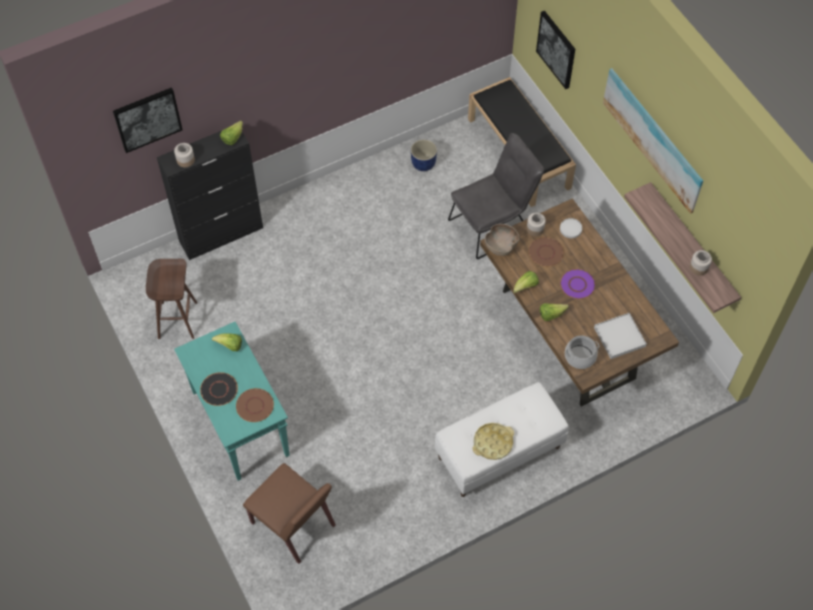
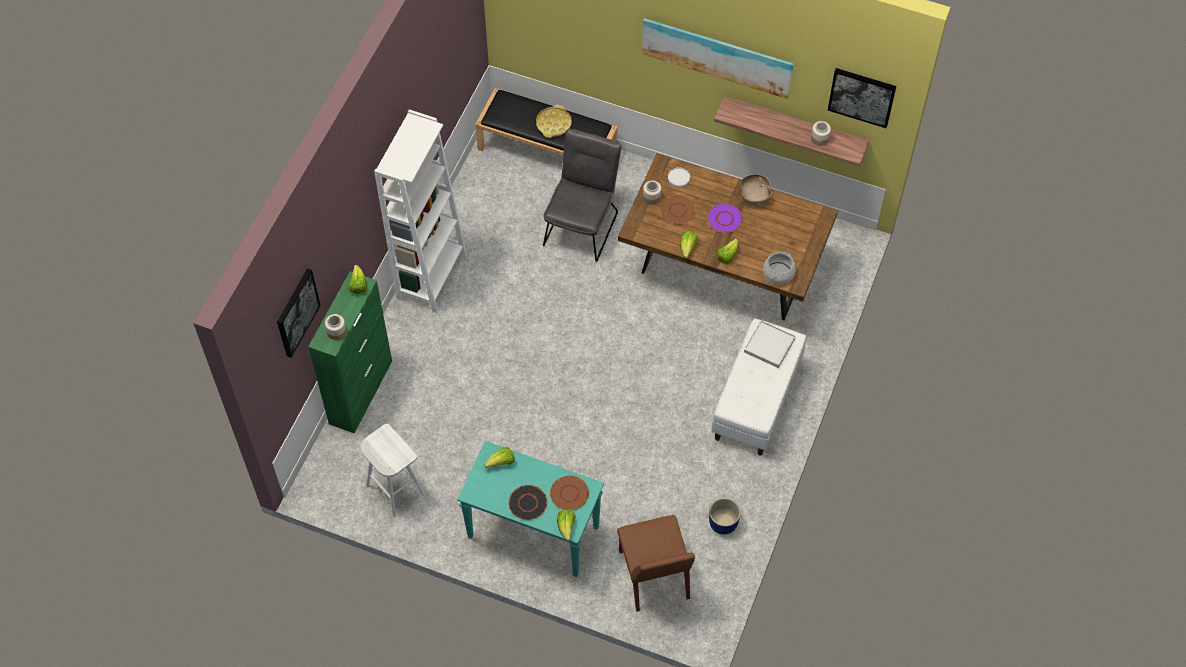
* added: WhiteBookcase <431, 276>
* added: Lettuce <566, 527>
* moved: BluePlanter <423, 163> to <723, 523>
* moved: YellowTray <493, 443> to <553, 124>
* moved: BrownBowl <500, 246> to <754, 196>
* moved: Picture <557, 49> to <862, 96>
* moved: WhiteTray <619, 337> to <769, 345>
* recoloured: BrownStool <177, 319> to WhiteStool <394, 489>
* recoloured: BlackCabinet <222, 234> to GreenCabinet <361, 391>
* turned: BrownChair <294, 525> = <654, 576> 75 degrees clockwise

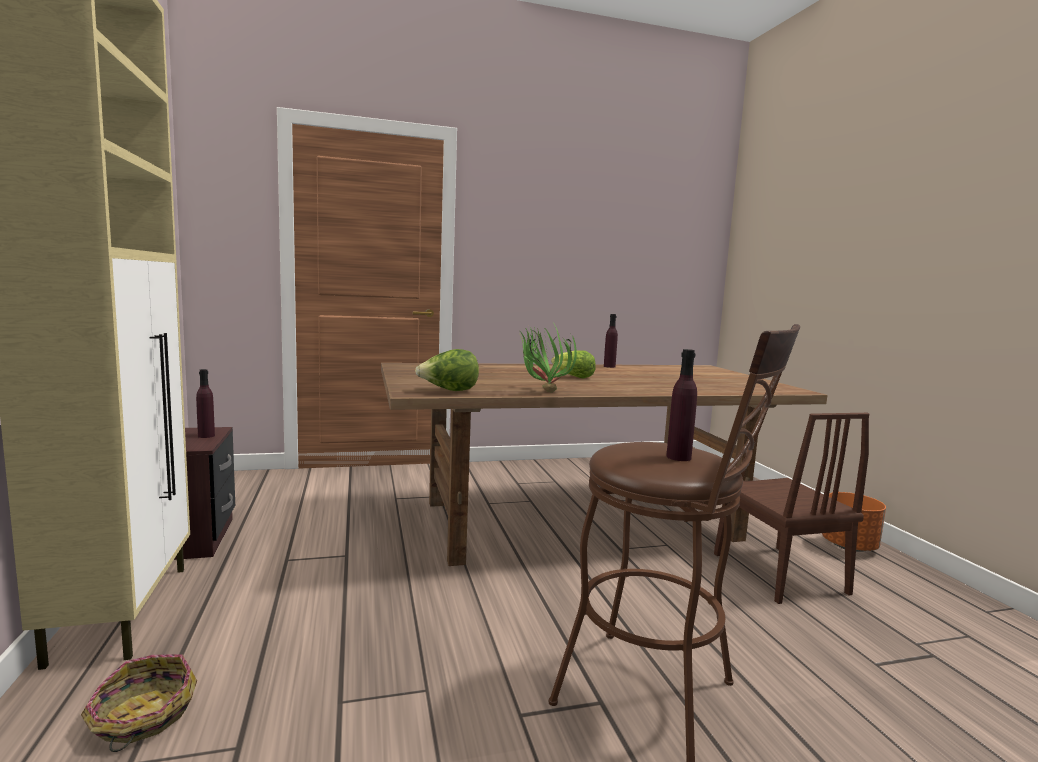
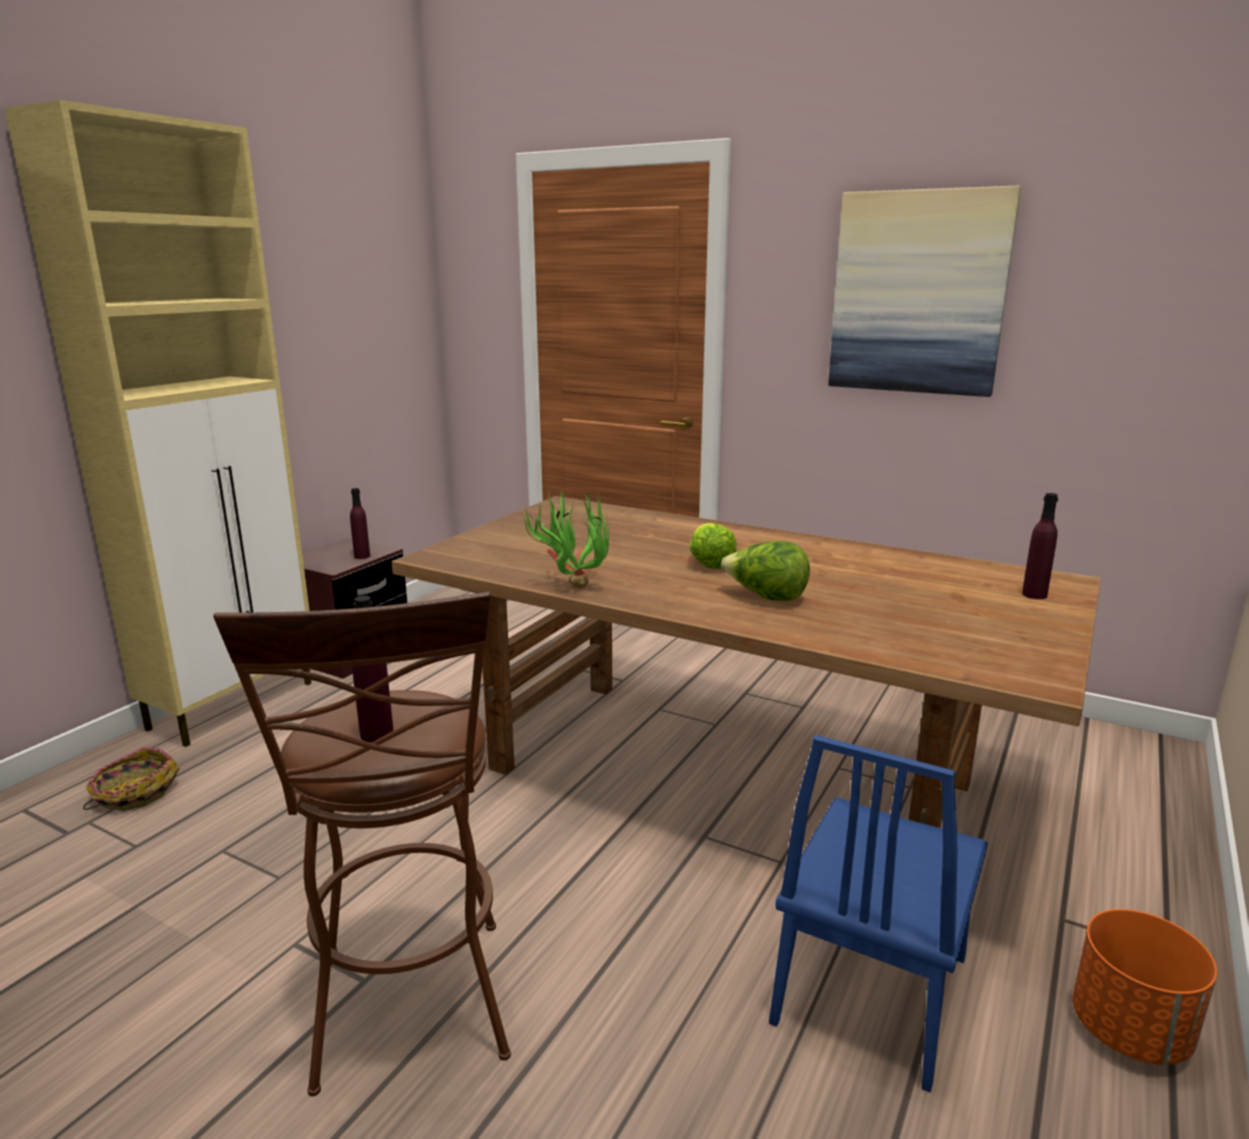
* added: Picture <918, 293>
* moved: Lettuce <449, 391> to <766, 597>
* moved: PurpleBottle <609, 366> to <1034, 595>
* recoloured: BrownChair <778, 573> to BlueChair <871, 988>

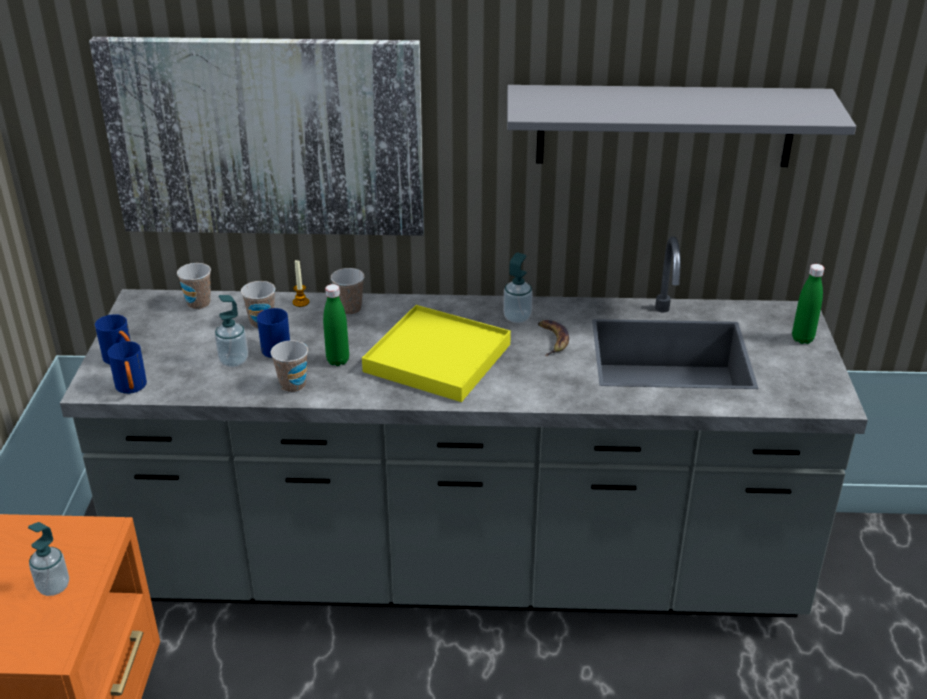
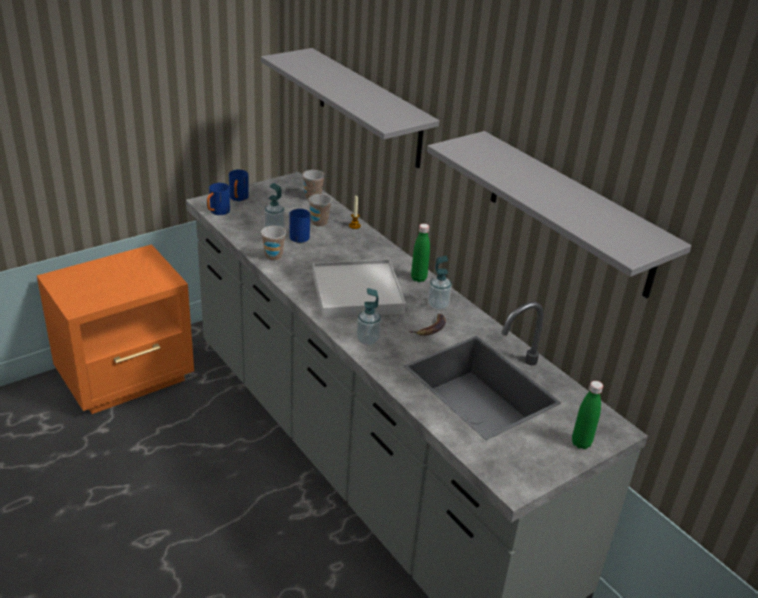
* removed: Cup <349, 309>
* moved: SoapDispenser <54, 587> to <367, 340>
* moved: GreenBottle <338, 360> to <418, 278>
* replaced: Picture <266, 137> to GreyShelf <369, 108>
* recoloured: YellowTray <437, 358> to WhiteTray <357, 292>

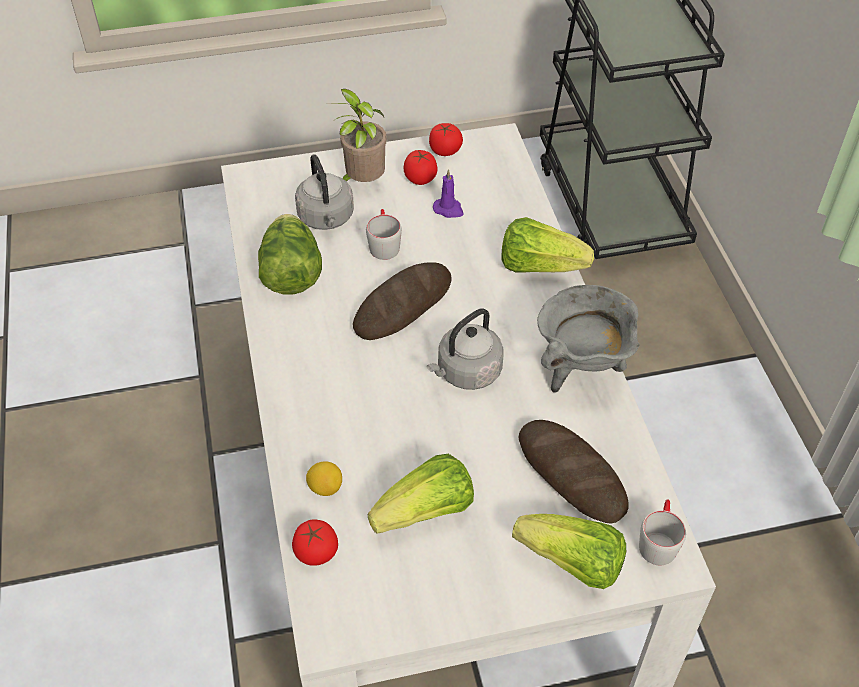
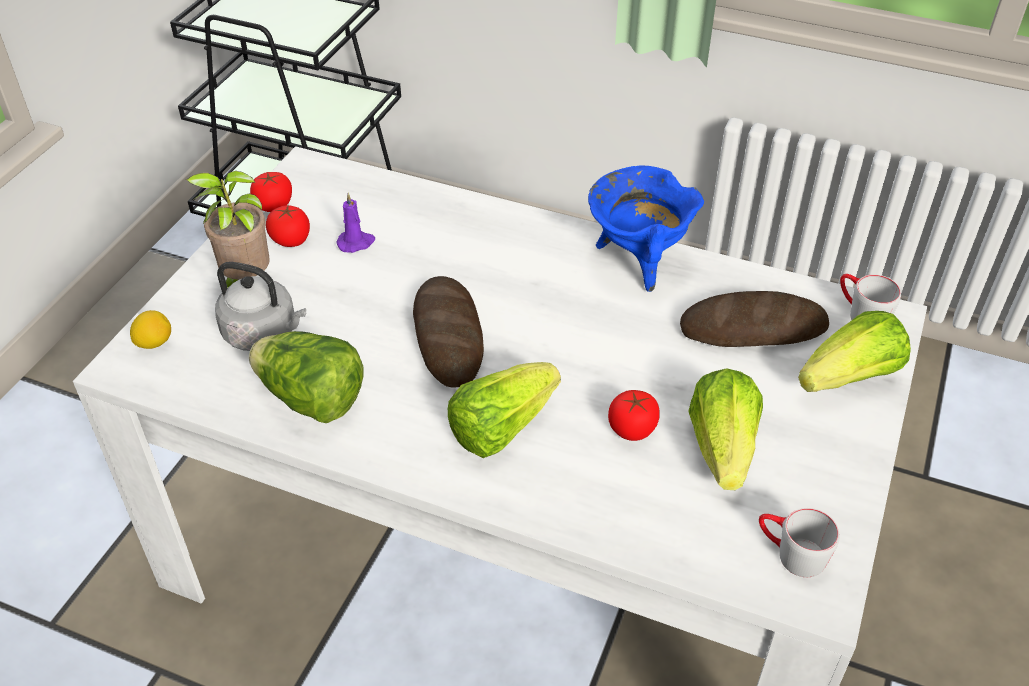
* removed: GreyKettle <466, 372>
* moved: Tomato <316, 552> to <632, 429>
* moved: Lemon <325, 487> to <154, 343>
* moved: GreyMug <383, 243> to <790, 553>
* moved: Lettuce <539, 266> to <501, 427>
* recoloured: GreyCookingPot <581, 367> to BlueCookingPot <638, 260>

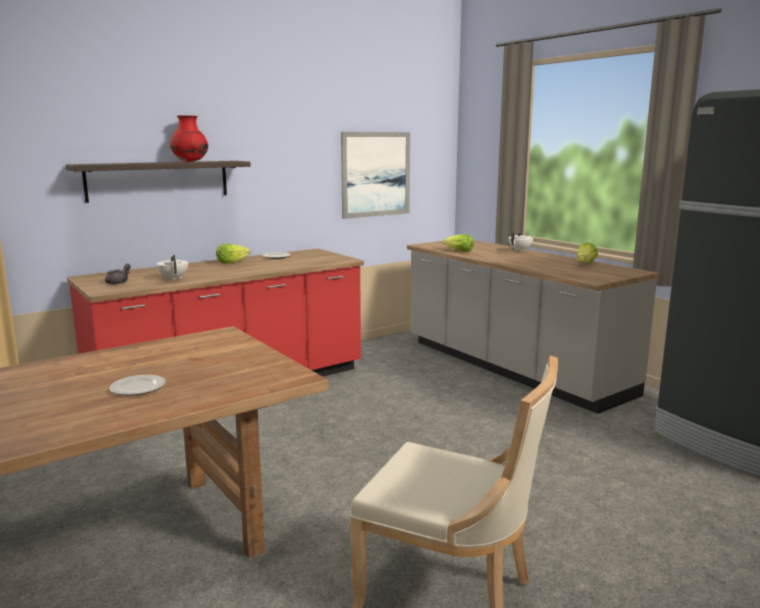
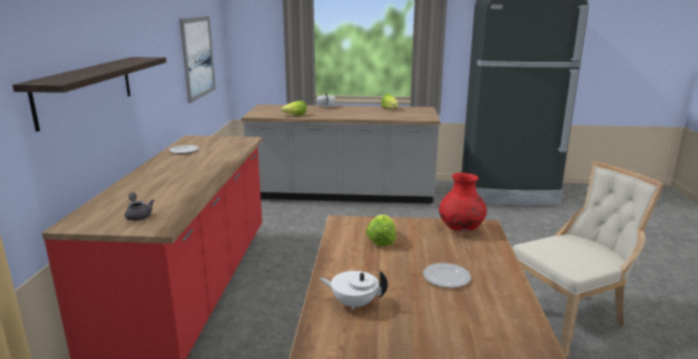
* moved: WhiteTeapot <174, 278> to <354, 303>
* moved: RedVase <190, 162> to <461, 230>
* moved: Lettuce <232, 262> to <381, 240>

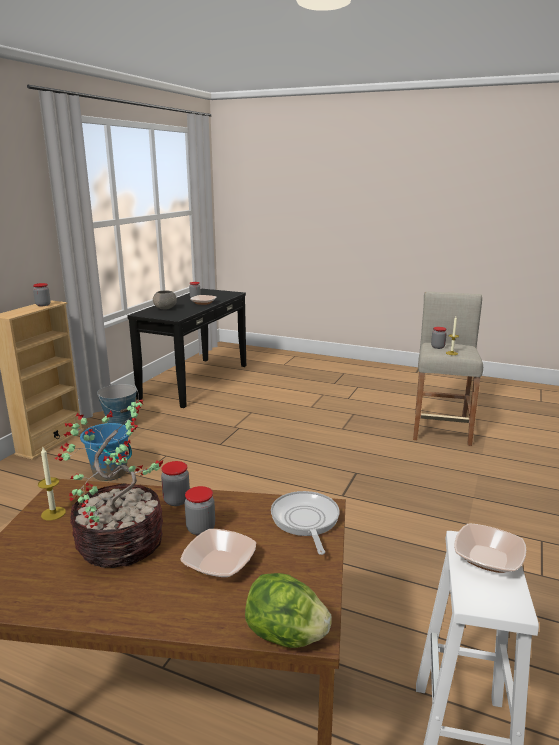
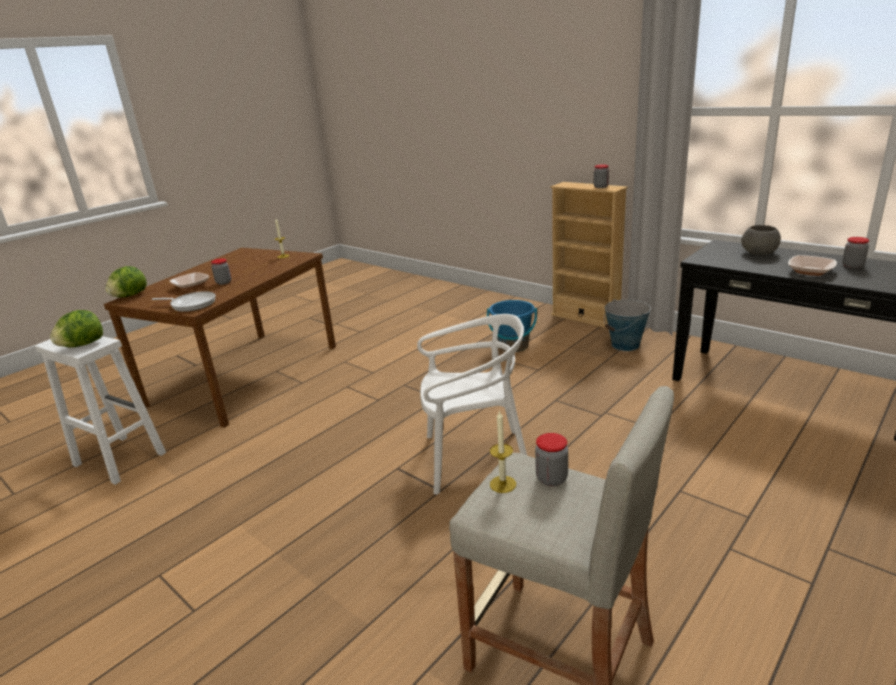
* removed: PottedPlant <122, 543>
* removed: Jar <176, 500>
* added: WhiteChair <474, 458>
* replaced: Bowl <488, 558> to Lettuce <82, 345>

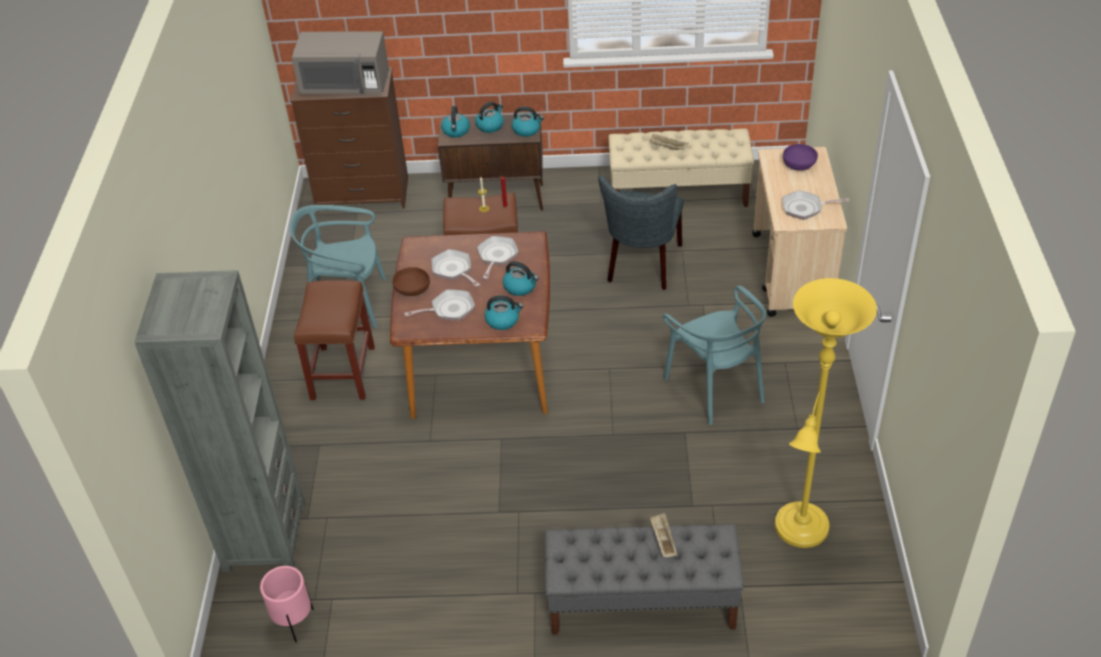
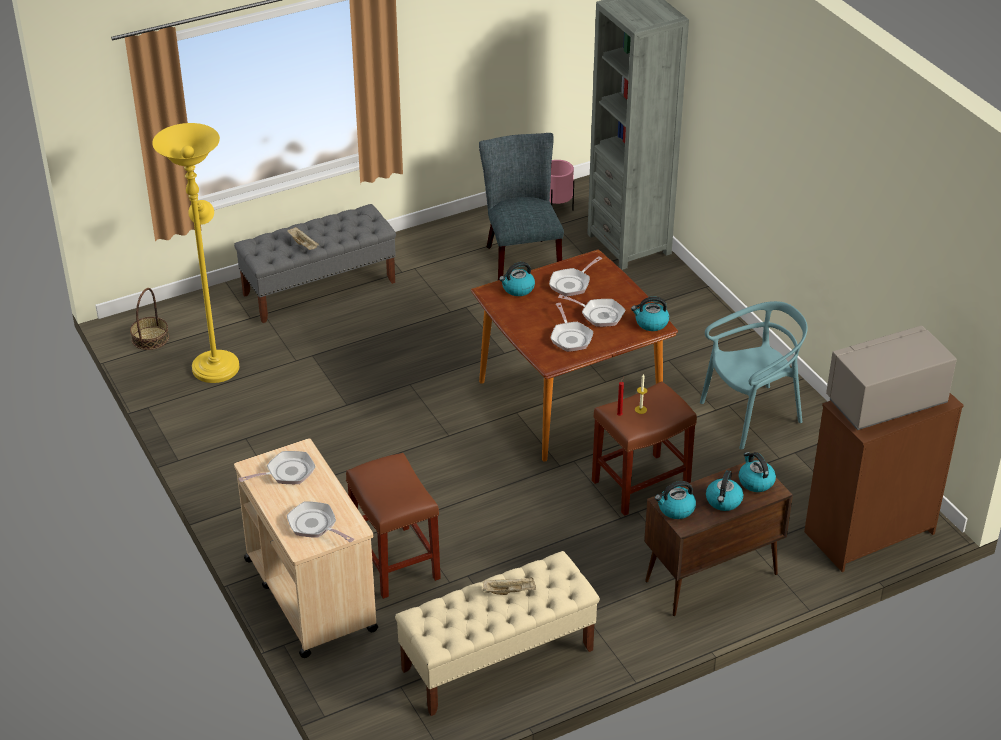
* removed: BrownBowl <412, 290>
* removed: TurquoiseChair <715, 387>
* added: Basket <150, 338>
* moved: BrownStool <342, 372> to <396, 562>
* moved: Kettle <520, 287> to <651, 323>
* moved: GreyChair <642, 266> to <520, 259>
* replaced: PurpleBowl <799, 165> to FryingPan <315, 525>

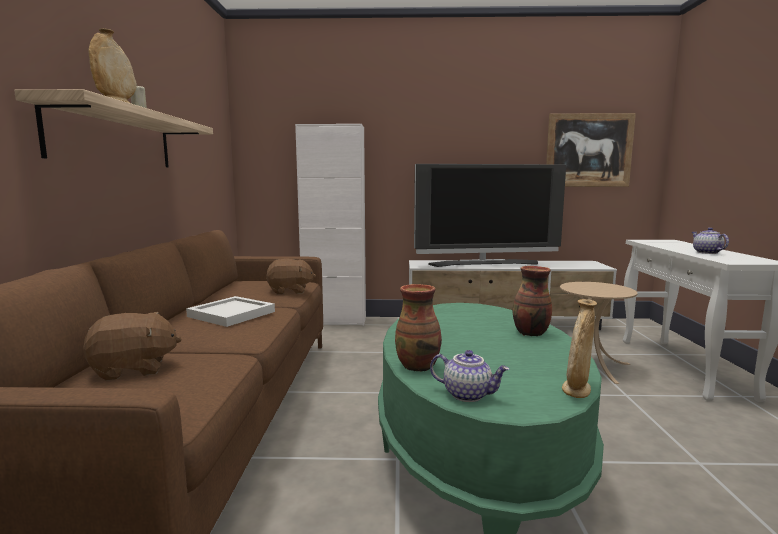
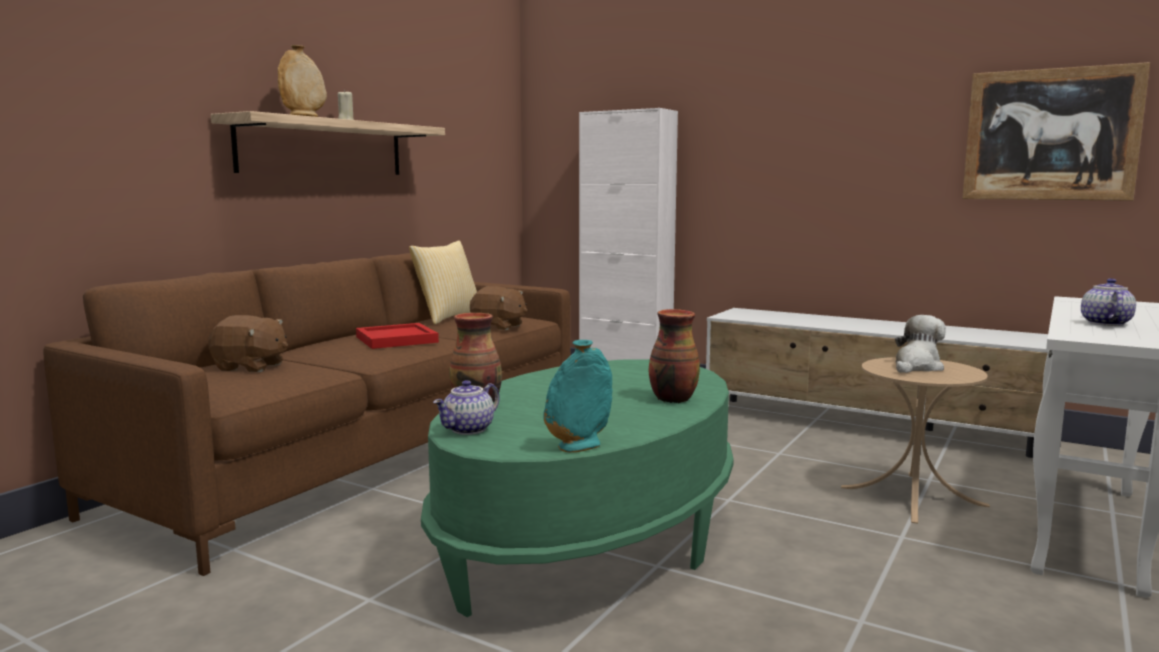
* removed: Television <485, 264>
* added: Pillow <447, 317>
* added: PlushToy <916, 367>
* recoloured: WhiteTray <230, 314> to RedTray <395, 339>
* recoloured: BeigeVase <576, 390> to TurquoiseVase <579, 446>
* turned: Teapot <468, 394> = <469, 430> 75 degrees clockwise

